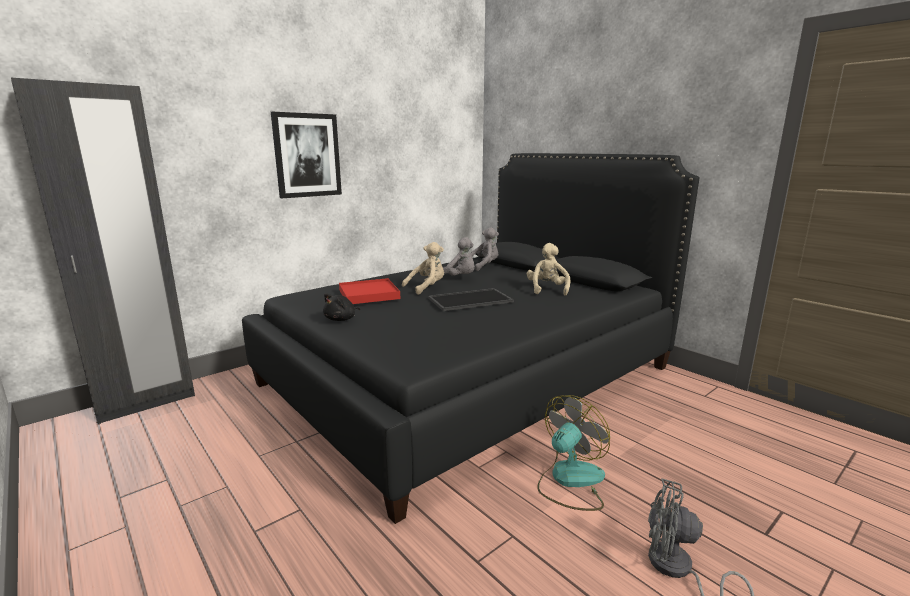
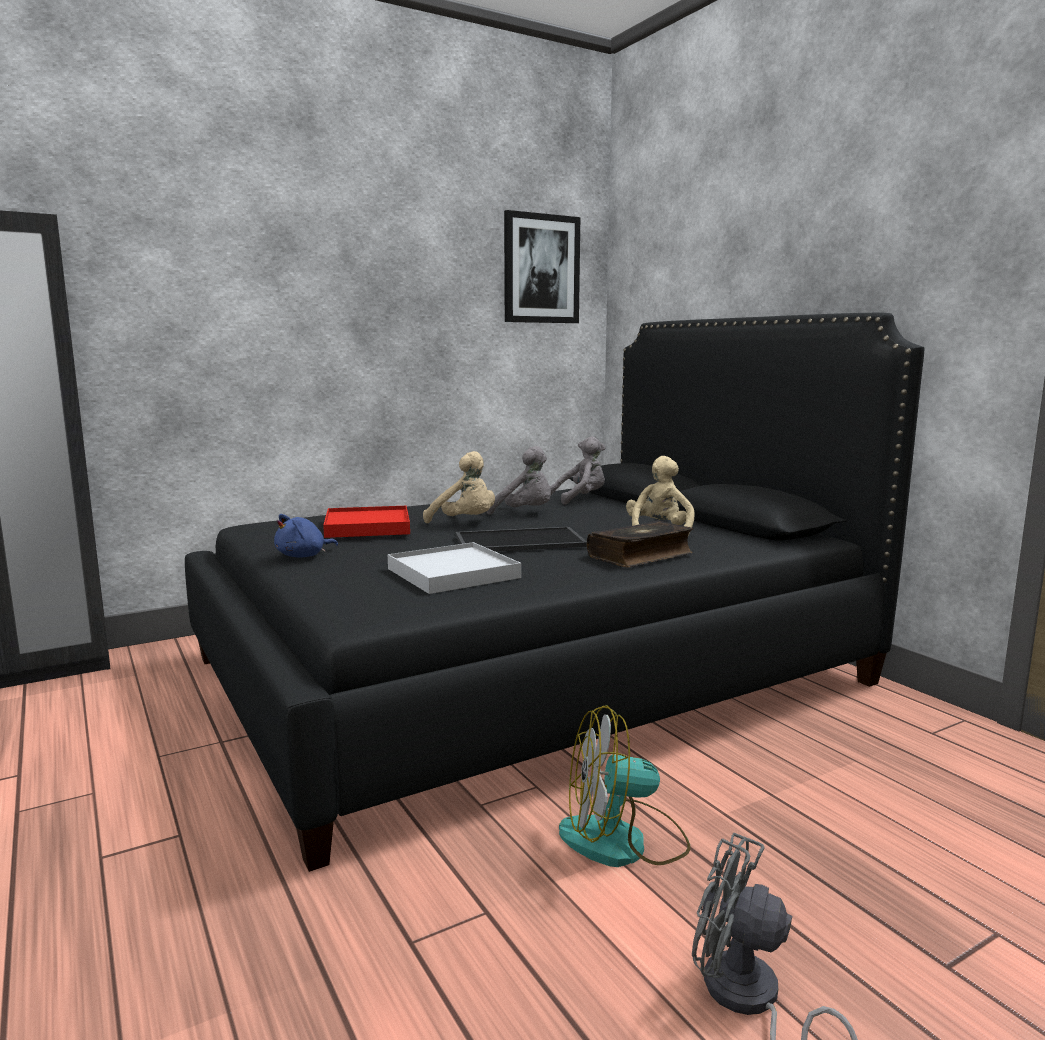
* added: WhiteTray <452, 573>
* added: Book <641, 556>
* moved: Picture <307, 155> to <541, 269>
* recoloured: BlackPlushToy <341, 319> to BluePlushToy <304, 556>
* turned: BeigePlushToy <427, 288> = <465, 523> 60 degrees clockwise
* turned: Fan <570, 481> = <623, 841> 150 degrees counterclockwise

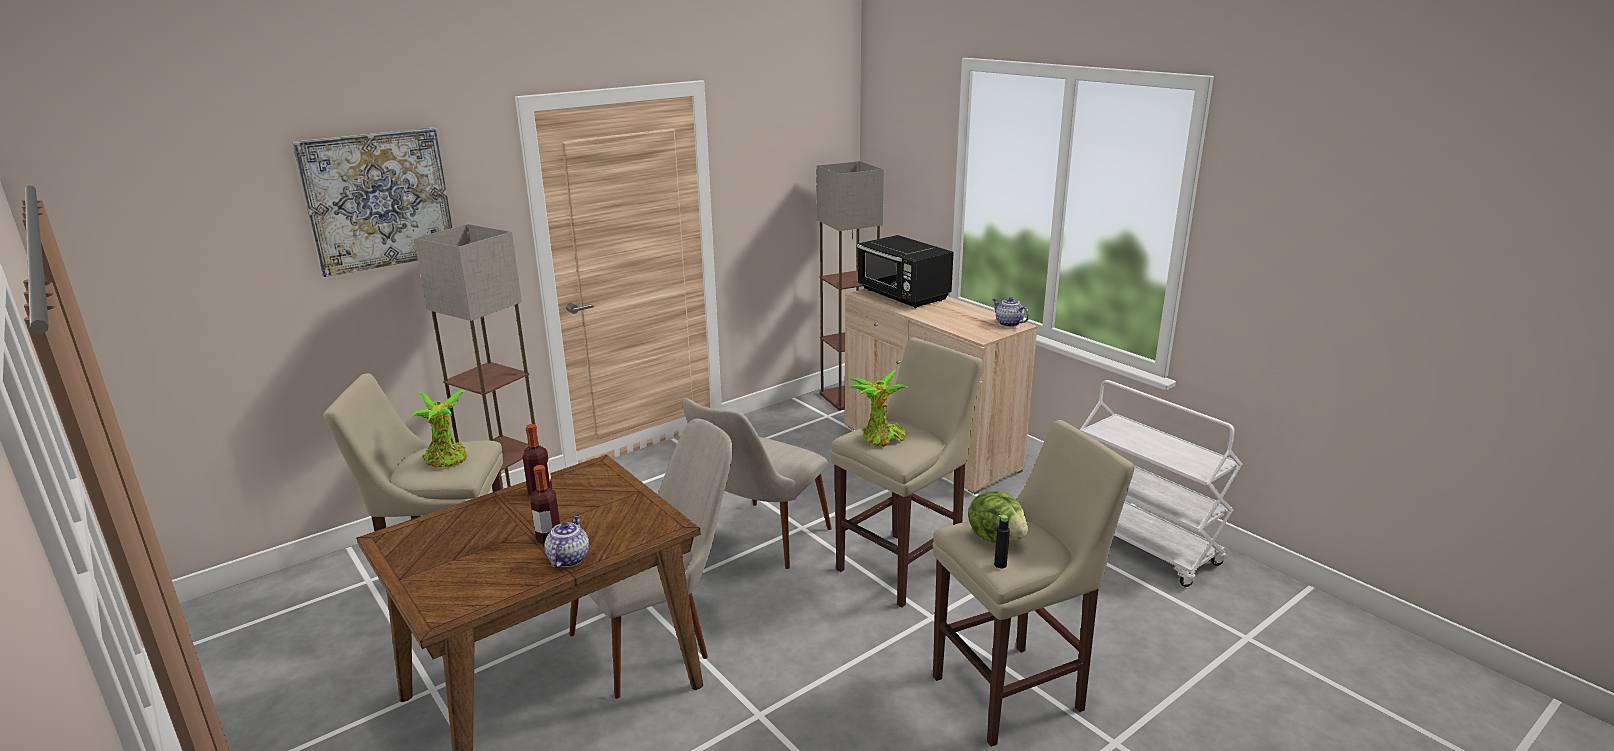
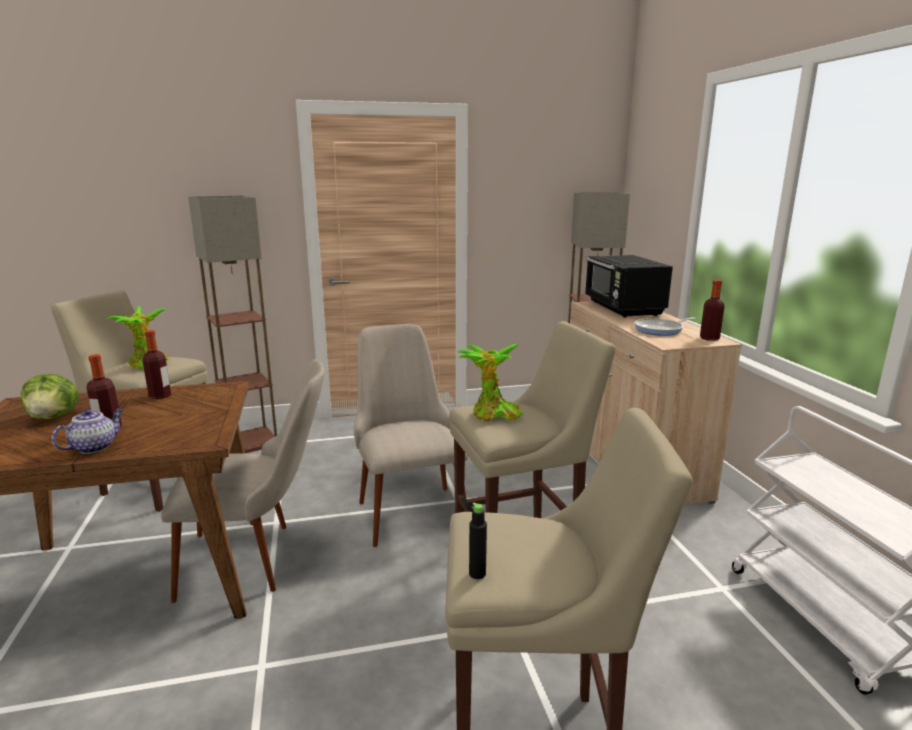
* removed: Picture <378, 200>
* added: FryingPan <660, 330>
* moved: Lettuce <997, 537> to <54, 417>
* replaced: Teapot <1008, 323> to Bottle <709, 338>
* turned: BeigeChair <758, 544> = <408, 504> 105 degrees clockwise

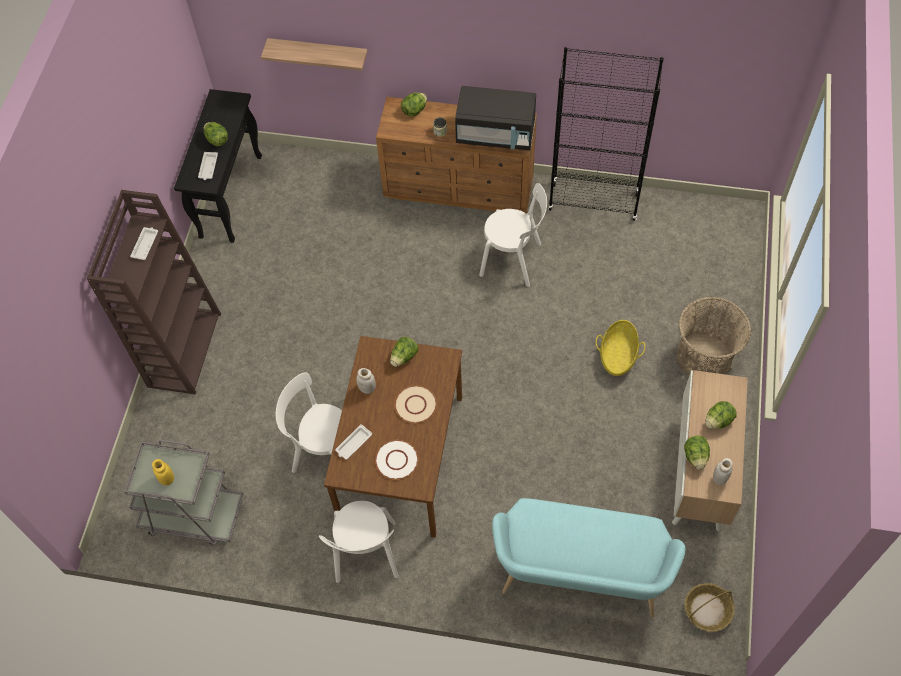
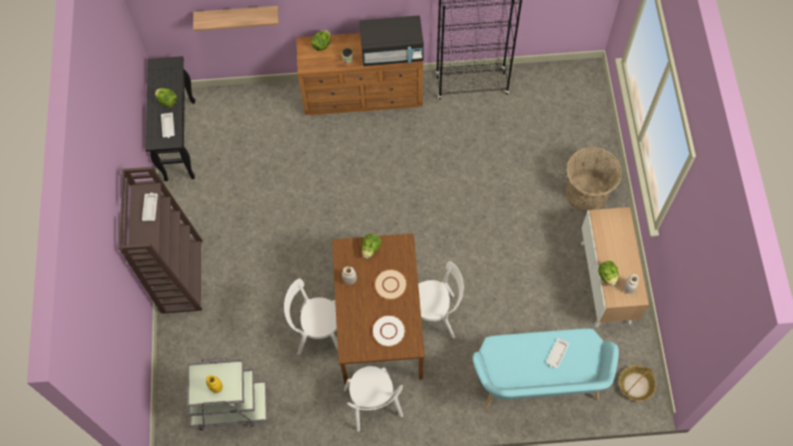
* removed: Basket <618, 356>
* removed: Lettuce <718, 421>
* moved: WhiteTray <353, 444> to <557, 354>
* moved: WhiteChair <514, 260> to <435, 316>

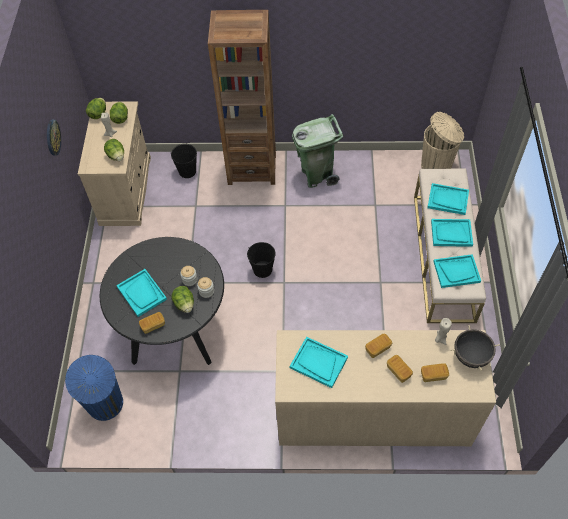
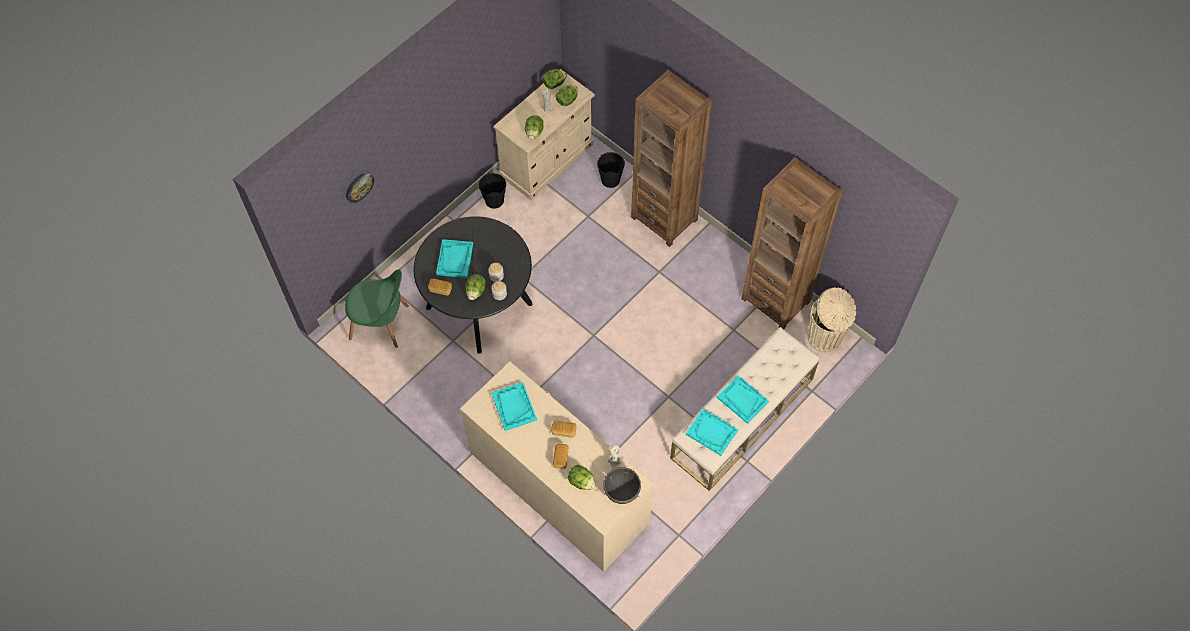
* removed: GreenTrashCan <317, 175>
* removed: TurquoiseTray <447, 200>
* added: BrownBookcase <776, 300>
* moved: WallClock <52, 137> to <359, 187>
* moved: BlackBucket <262, 269> to <494, 200>
* replaced: BlueTrashCan <106, 404> to GreenChair <382, 323>
* replaced: Bread <433, 375> to Lettuce <581, 481>

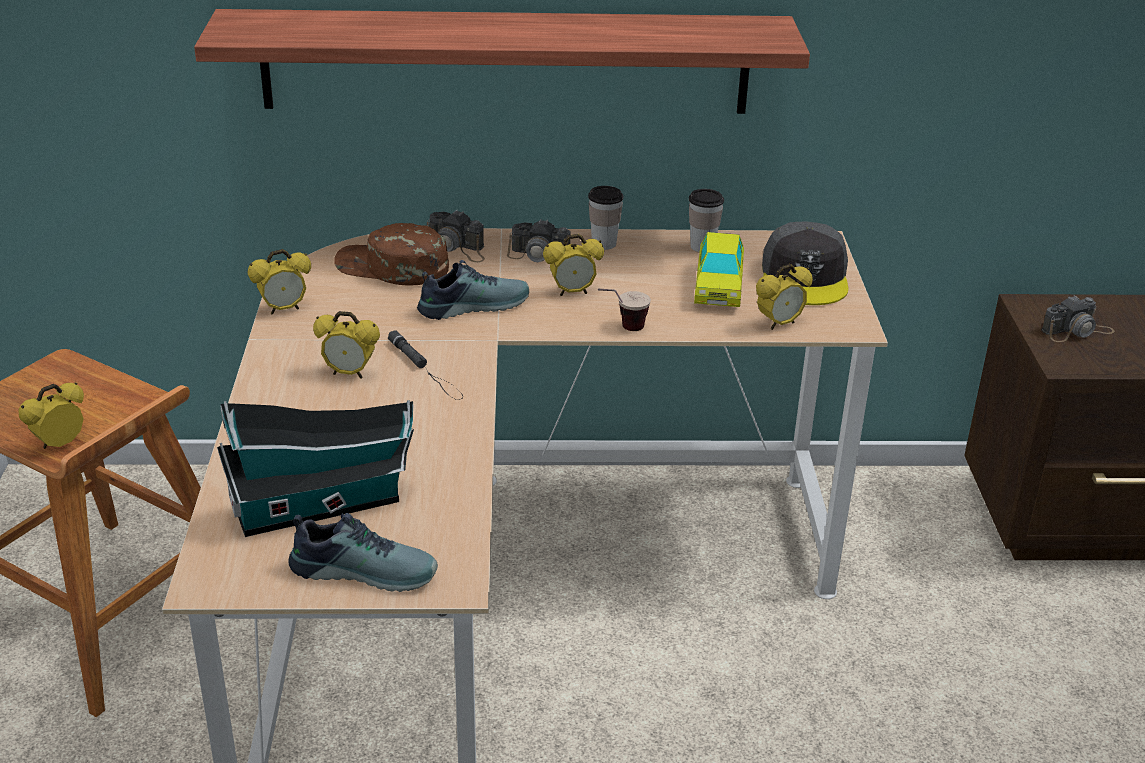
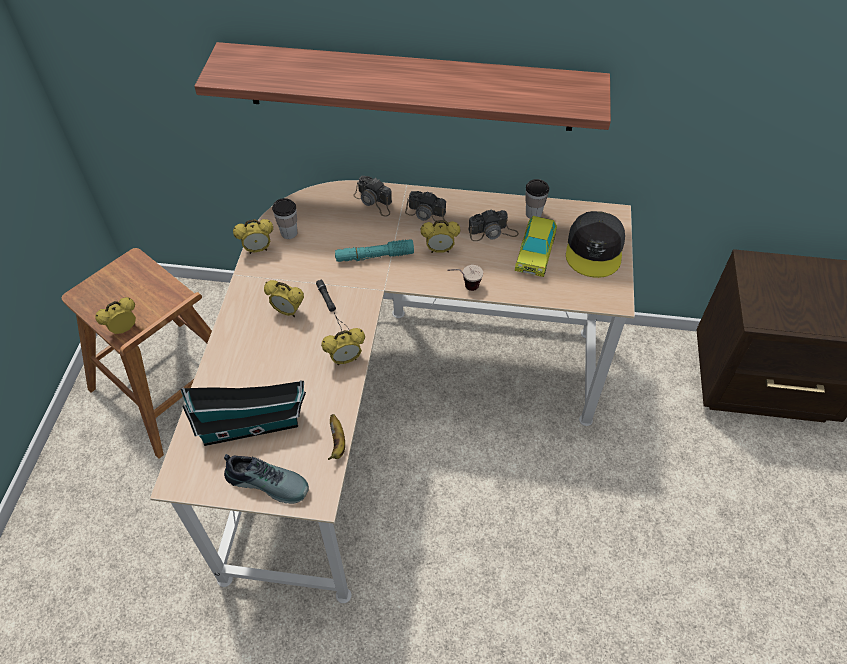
* removed: BrownCap <391, 267>
* added: Banana <337, 443>
* moved: Cup <603, 244> to <289, 233>
* moved: AlarmClock <779, 324> to <345, 359>
* moved: PhotoCamera <1077, 331> to <493, 232>
* replaced: Shoe <472, 305> to TurquoiseFlashlight <374, 256>

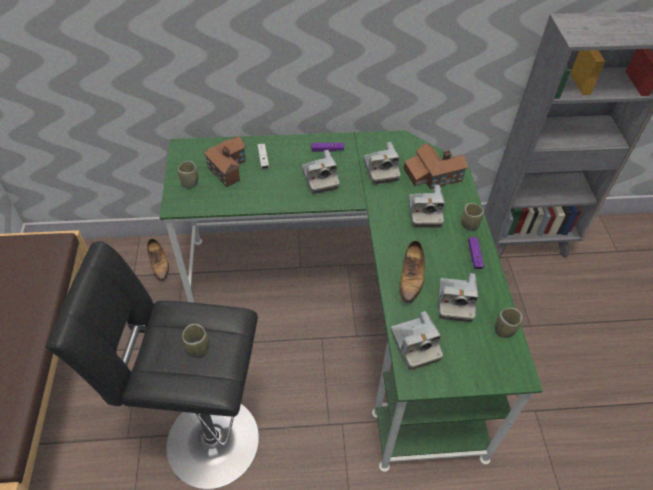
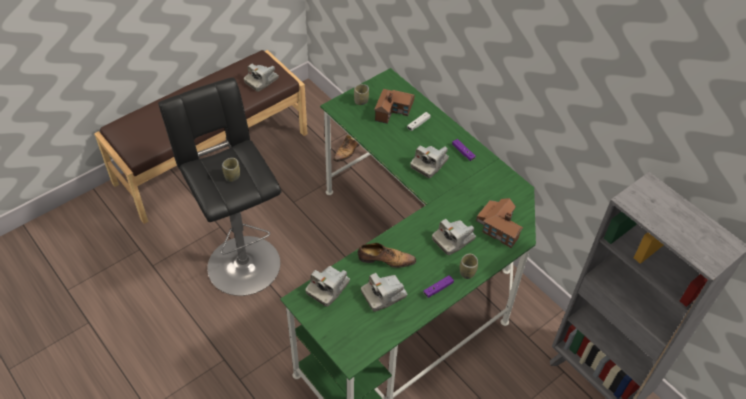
* removed: Cup <504, 330>
* moved: PhotoCamera <380, 170> to <261, 81>
* turned: Shoe <411, 277> = <385, 259> 150 degrees counterclockwise

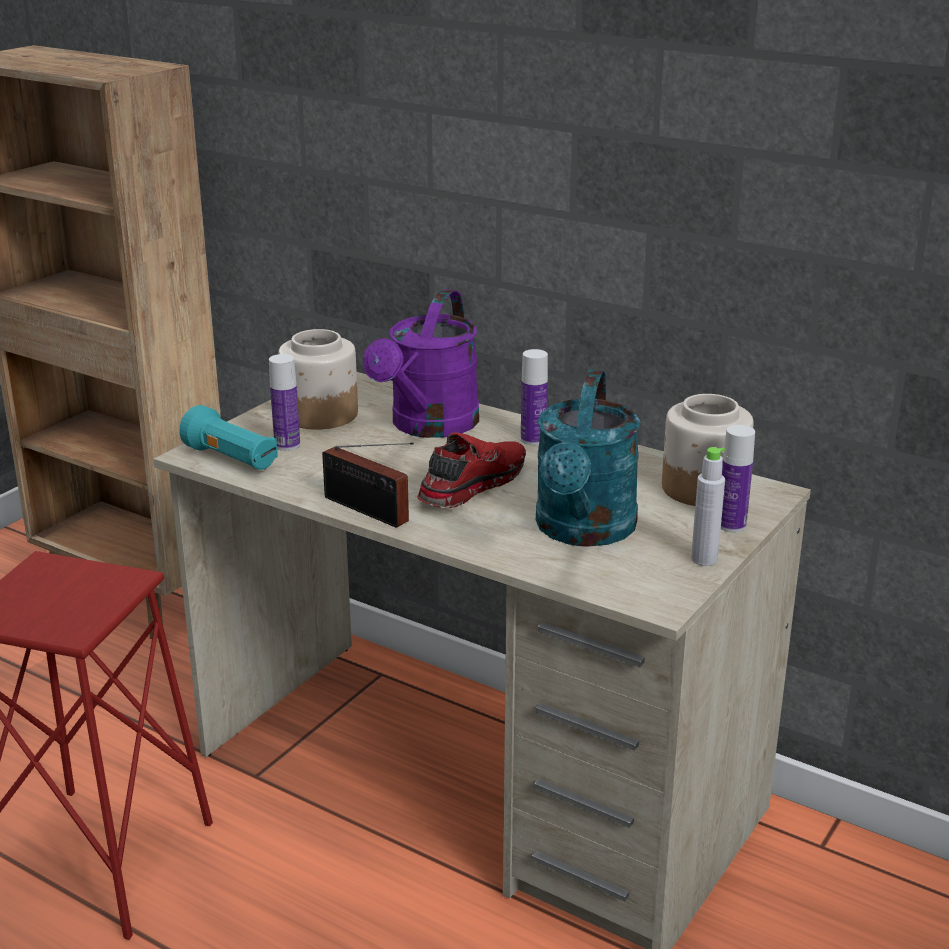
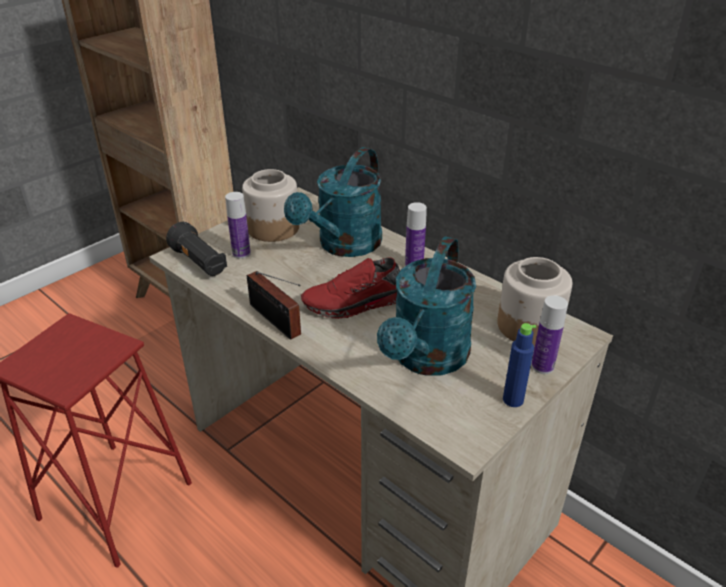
* recoloured: TurquoiseFlashlight <231, 460> to BlackFlashlight <199, 263>
* recoloured: PurpleWateringCan <429, 426> to TurquoiseWateringCan <344, 246>
* recoloured: GreyBottle <704, 559> to BlueBottle <513, 400>
* turned: RedShoe <470, 485> = <356, 304> 150 degrees counterclockwise

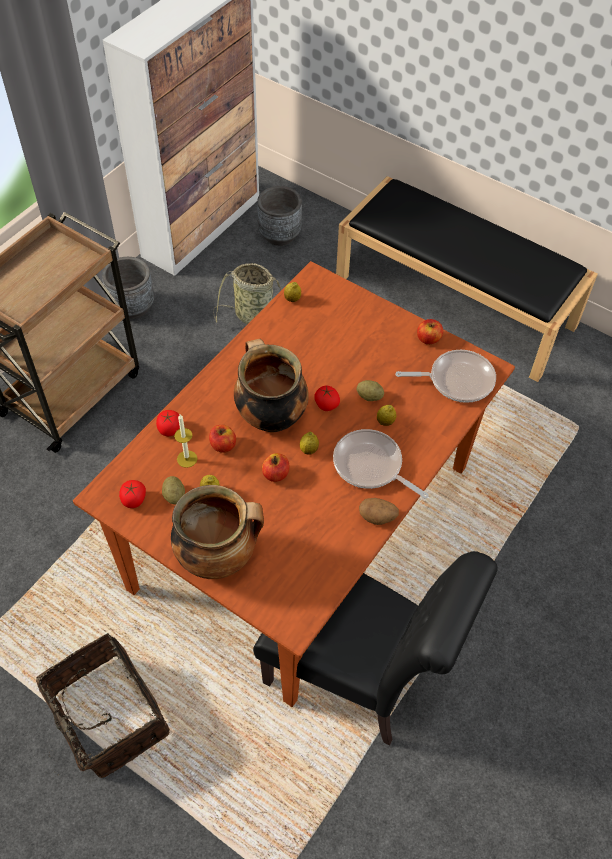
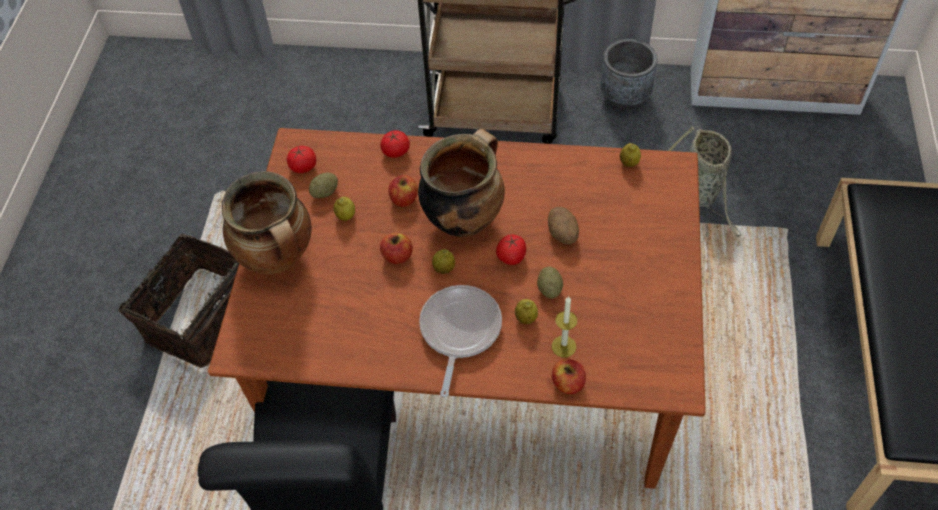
* removed: GreyPlanter <279, 235>
* removed: FryingPan <457, 380>
* moved: Candle <187, 459> to <564, 346>
* moved: Potato <377, 517> to <563, 234>
* moved: Apple <428, 339> to <568, 383>

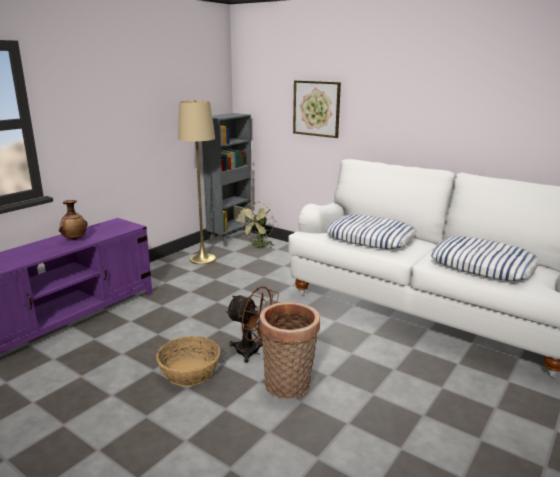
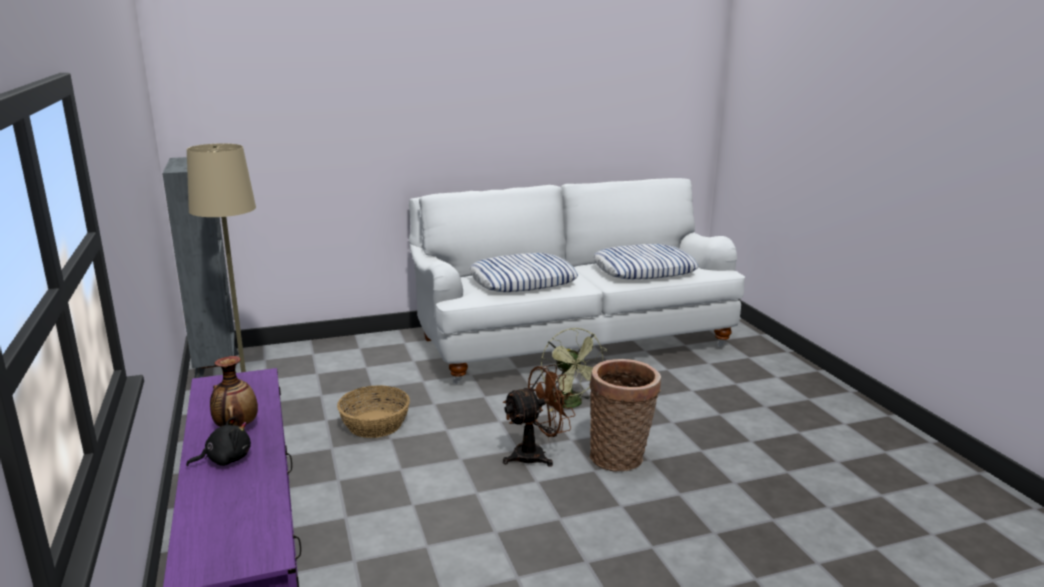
* removed: Picture <316, 108>
* added: BlackPlushToy <225, 459>
* moved: Basket <190, 371> to <375, 424>
* moved: GreenFan <258, 246> to <571, 404>

